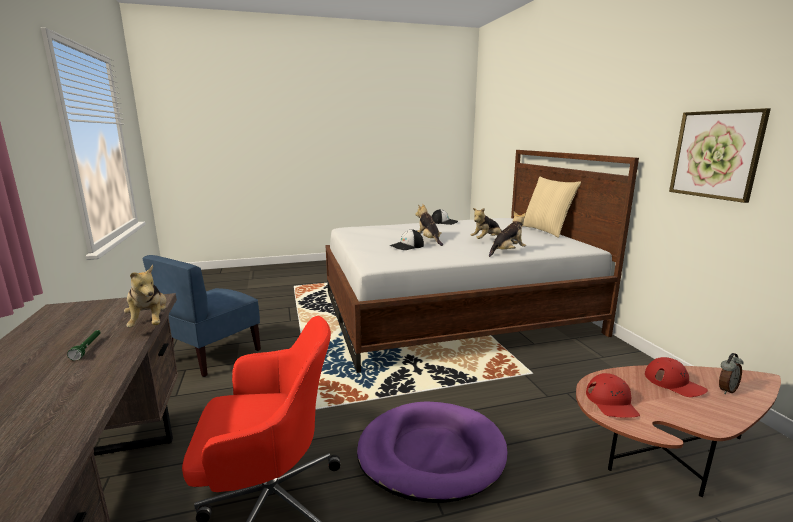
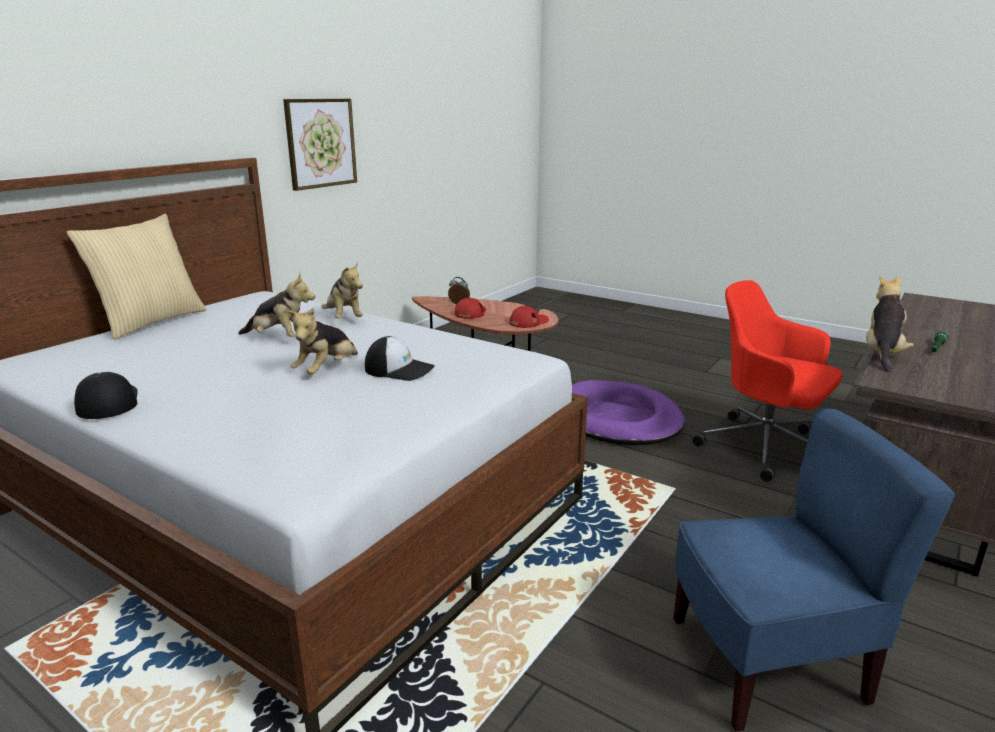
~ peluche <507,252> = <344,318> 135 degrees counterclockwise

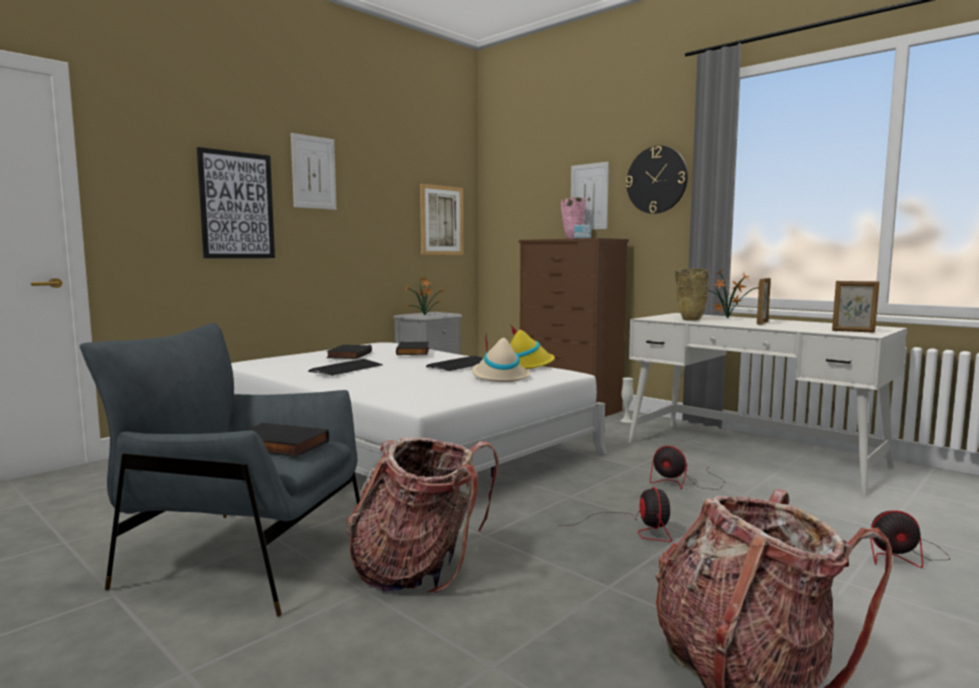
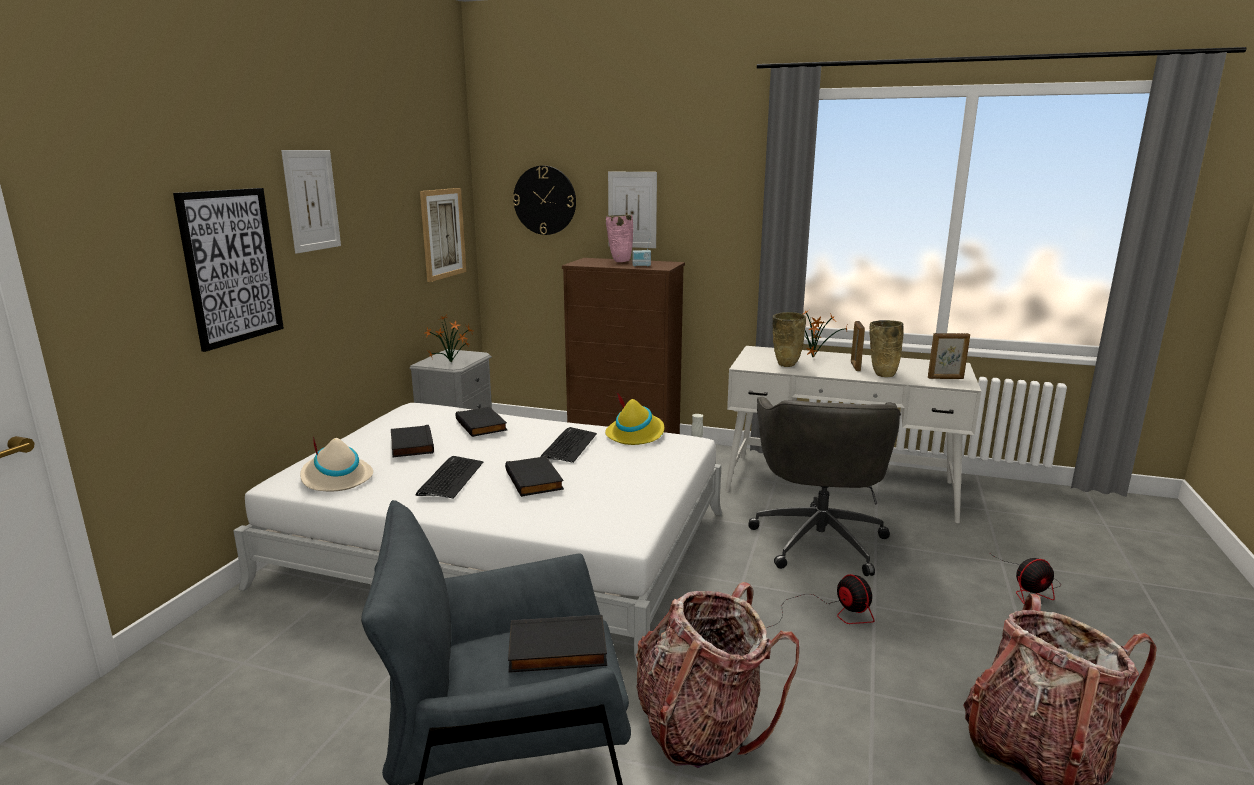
+ libro (negro) <535,480>
+ florero (beis) <882,375>
~ sombrero (beis) <499,377> to <336,478>
~ reloj de pared <656,180> to <545,200>
~ ventilador <684,483> to silla de oficina (gris) <819,539>

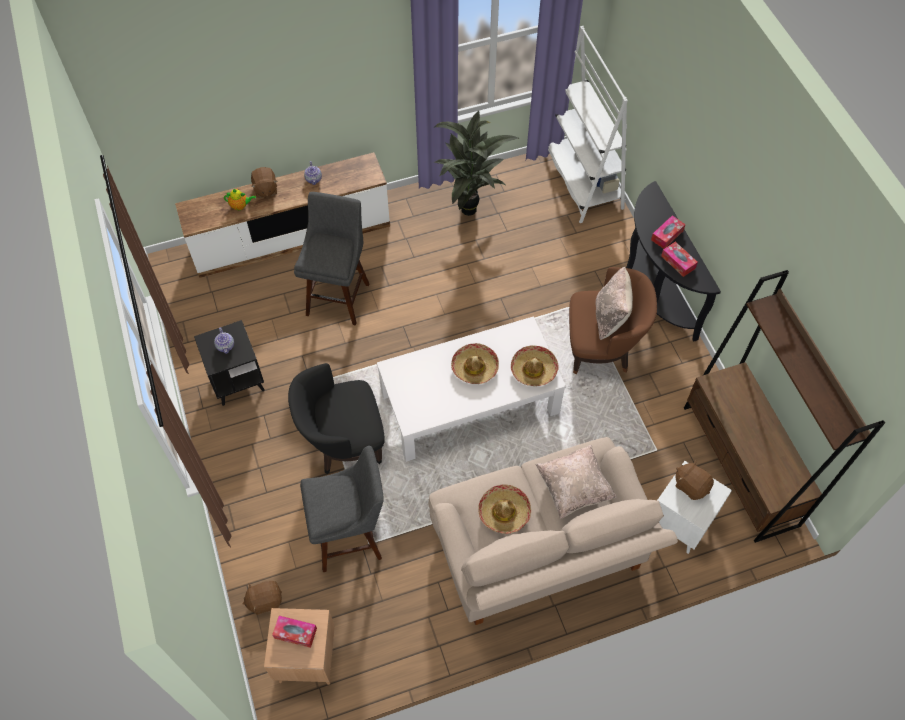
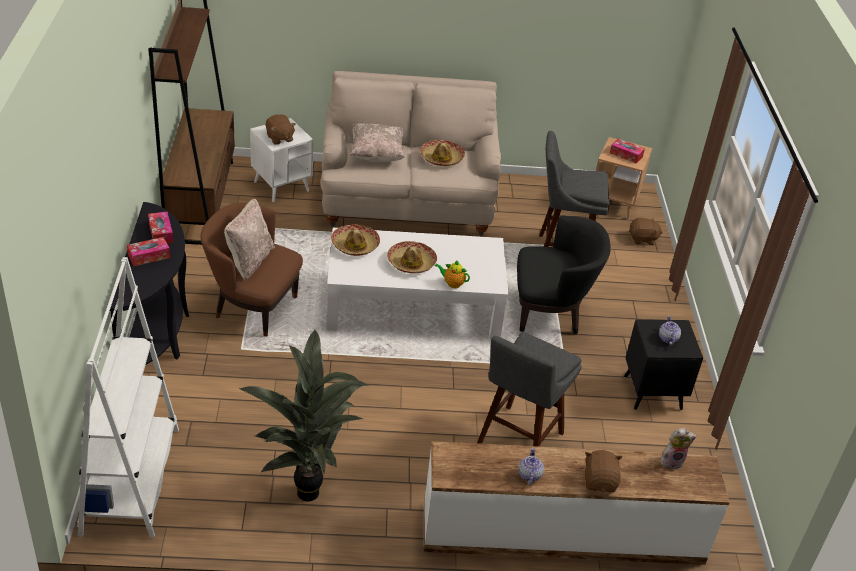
+ peluche <672,461>
~ tetera <240,206> to <452,283>

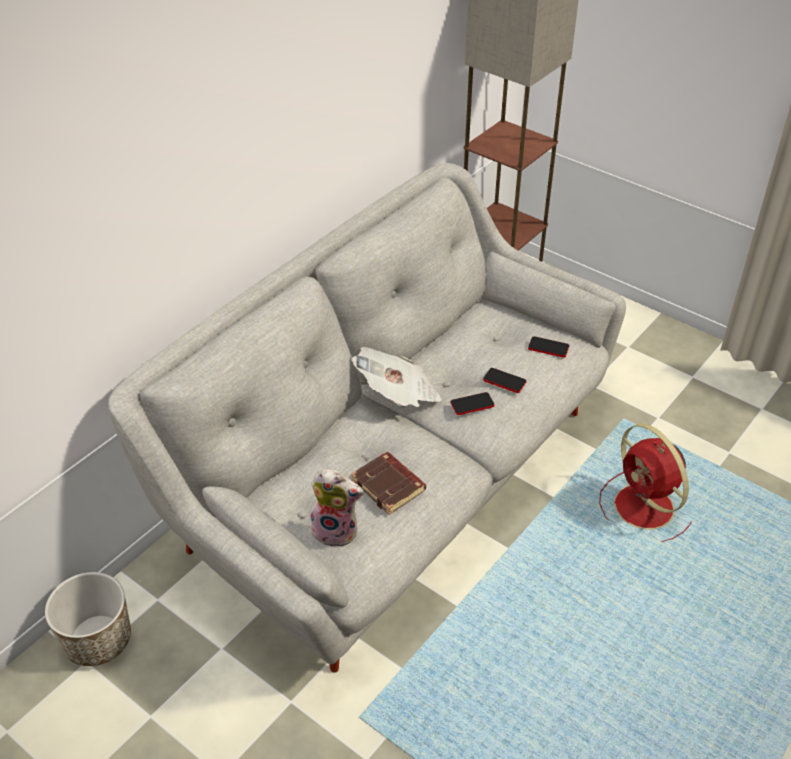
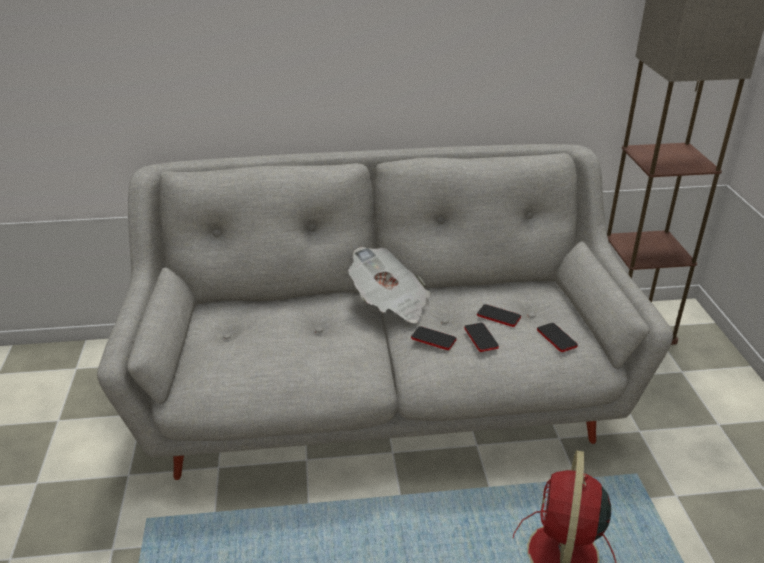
- maceta <98,640>
- peluche <337,531>
- libro (marrón) <389,486>
+ móvil <498,316>

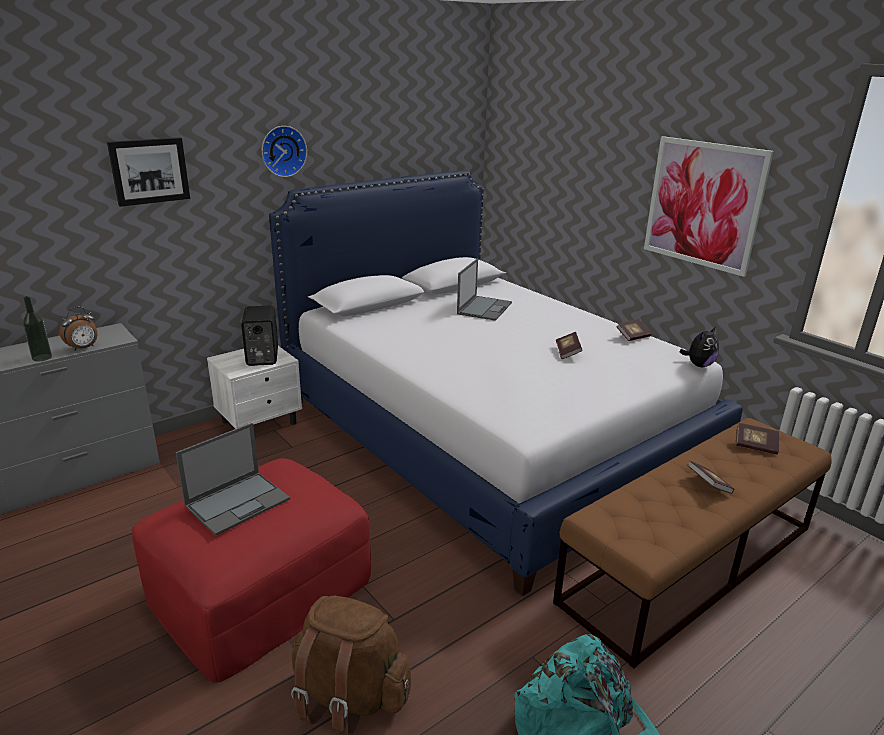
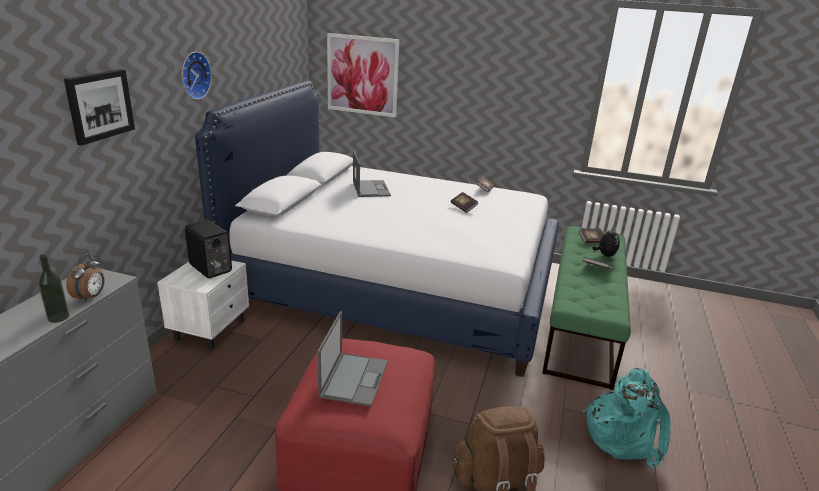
~ cuadro <703,204> to <362,75>
~ peluche <699,365> to <605,255>
~ banco (marrón) <690,563> to banco (verde) <581,323>

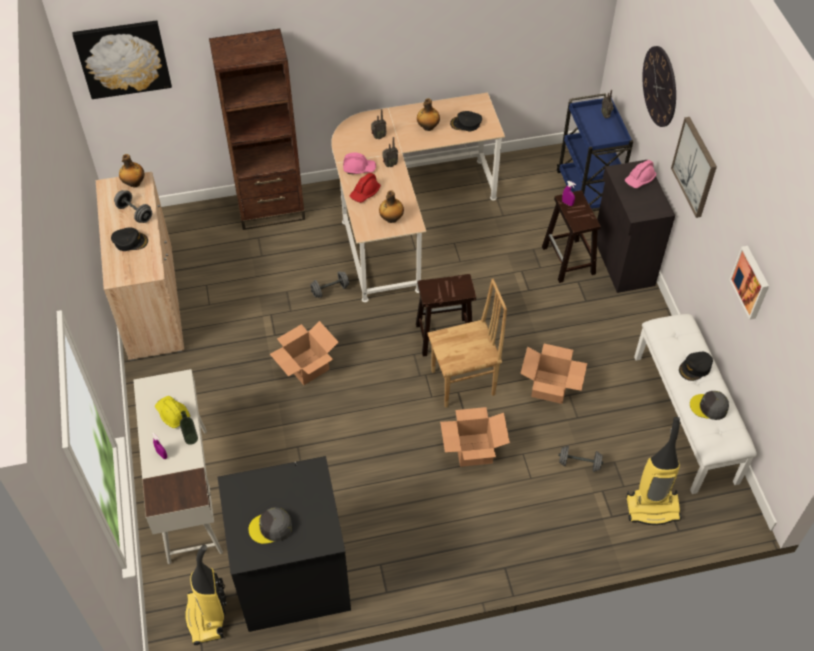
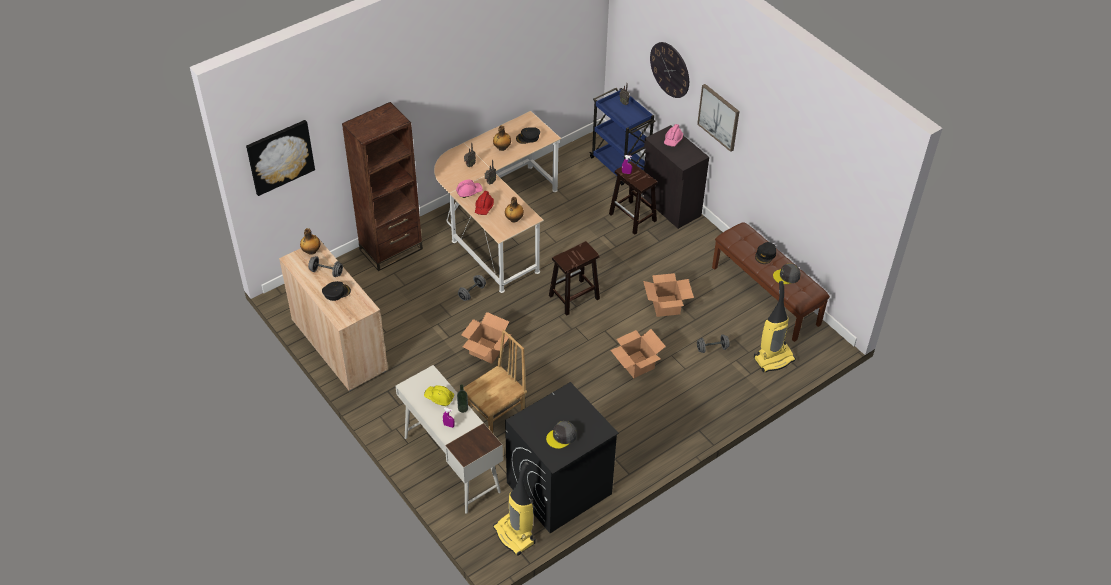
- cuadro <751,282>
~ silla (marrón) <464,384> to <497,421>
~ banco (blanco) <686,418> to banco (marrón) <766,295>

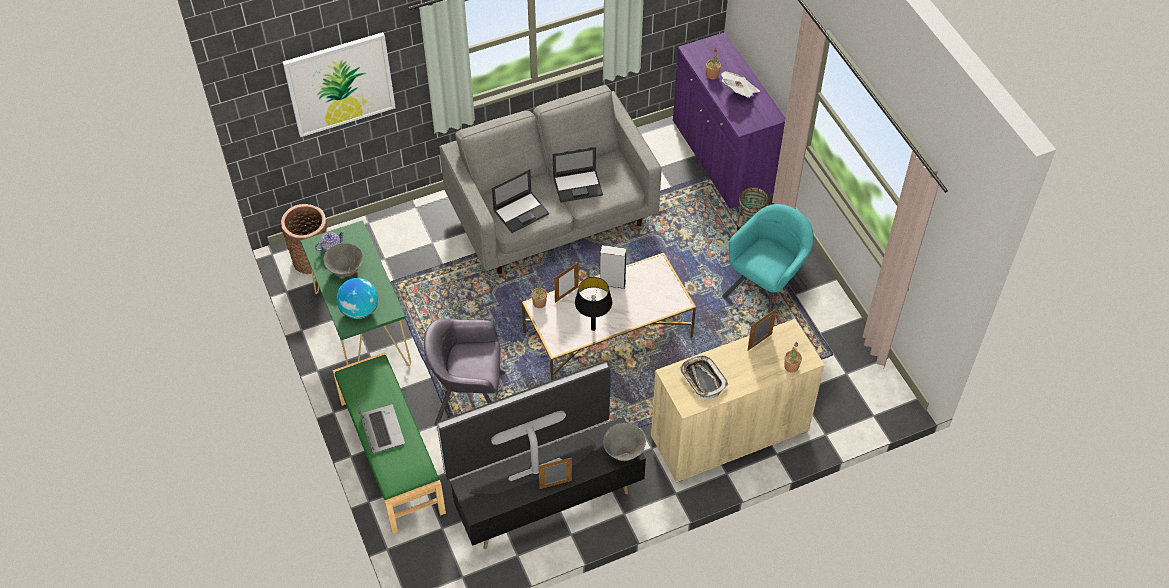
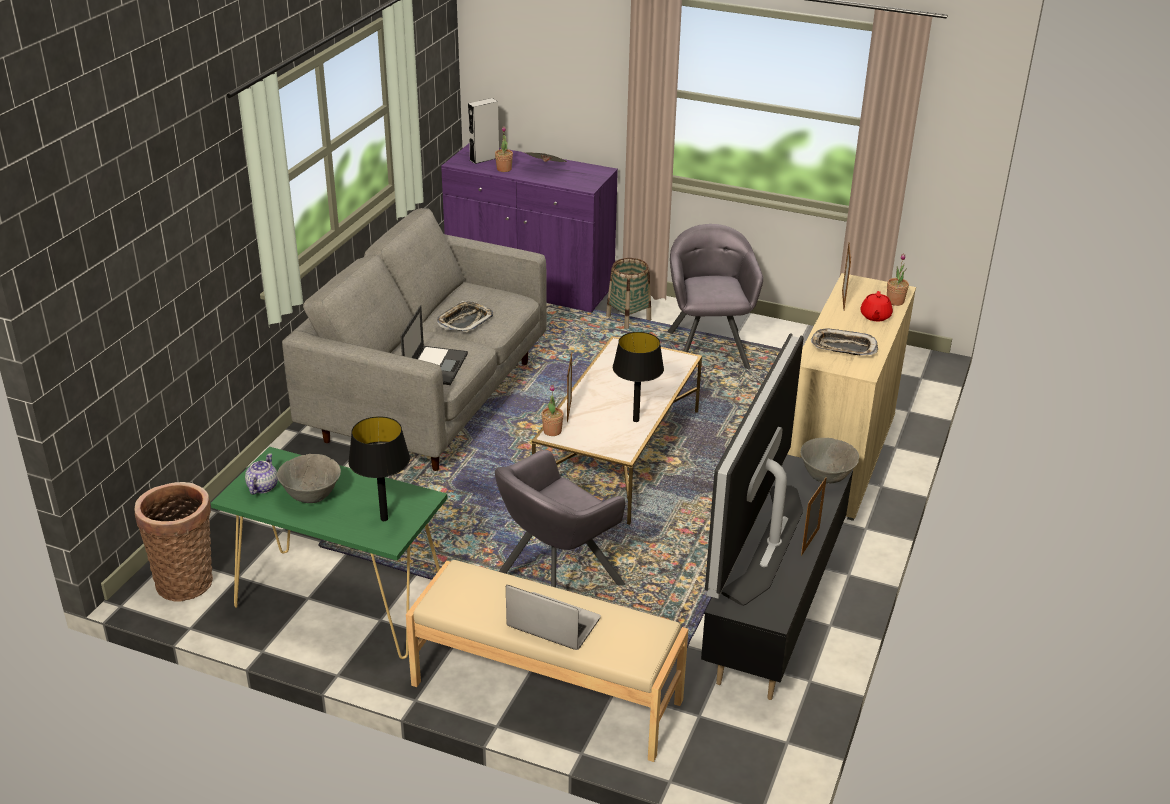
- cuadro <340,84>
+ tetera (rojo) <875,316>
~ altavoz (gris) <612,282> to <484,158>
~ globo terráqueo <360,310> to lámpara de mesa (negro) <384,518>
~ portátil <578,185> to bandeja <465,321>
~ banco (verde) <391,457> to banco (beis) <545,693>
~ sillón (turquesa) <765,292> to sillón (gris) <708,350>

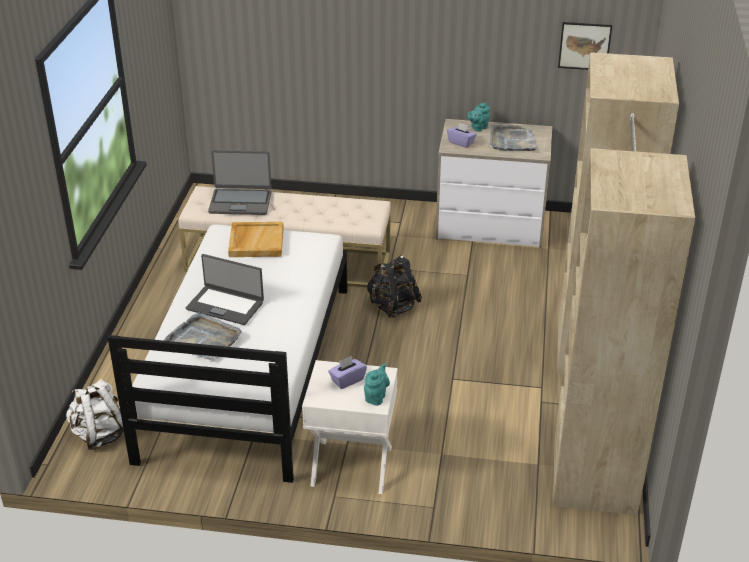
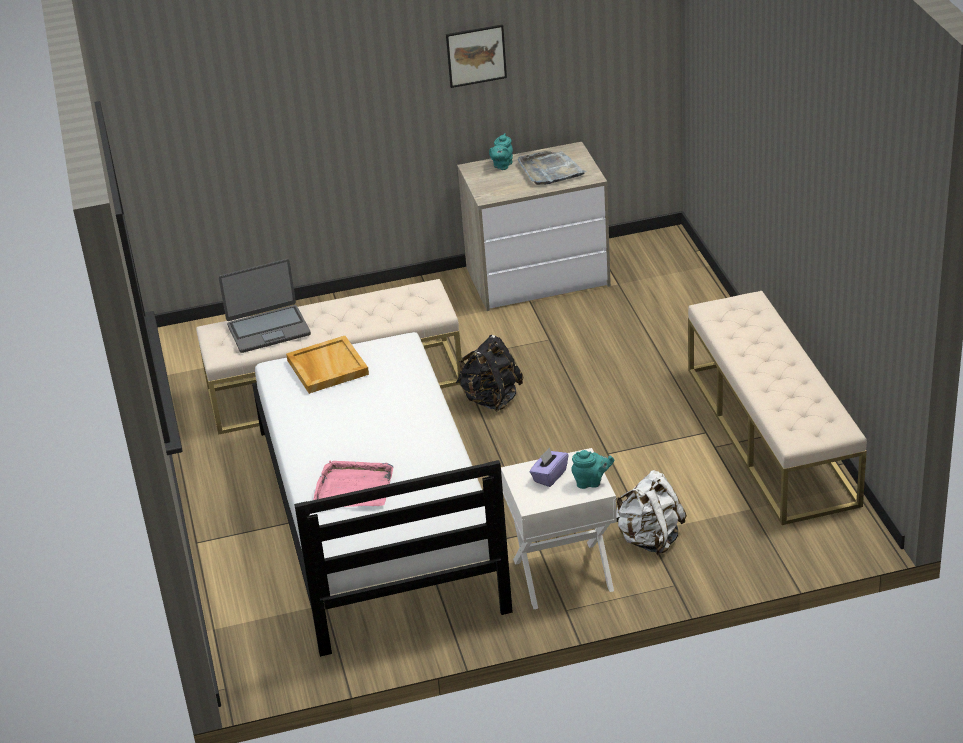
- portátil <225,305>
- caja de pañuelos (morado) <461,142>
~ mochila (blanco) <100,435> to <649,539>
~ cuadro <584,46> to <476,55>
~ armario ropero (beis) <594,408> to banco (beis) <771,435>
~ bandeja (gris) <203,339> to bandeja (rosa) <353,488>
~ tetera (turquesa) <376,396> = <591,482> 90 degrees clockwise

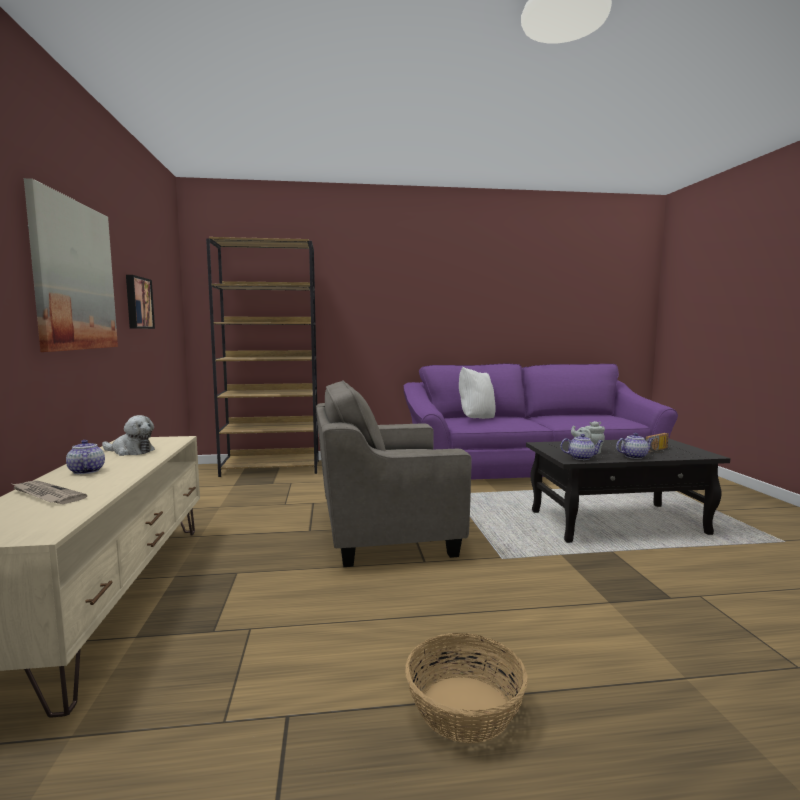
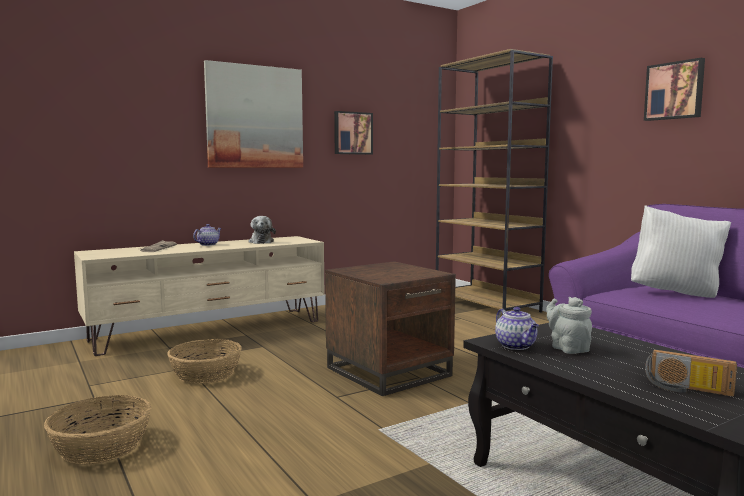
- tetera <634,456>
+ cesta <206,374>
+ cuadro <674,91>
~ sillón (gris) <387,532> to mesa auxiliar (marrón) <389,371>

